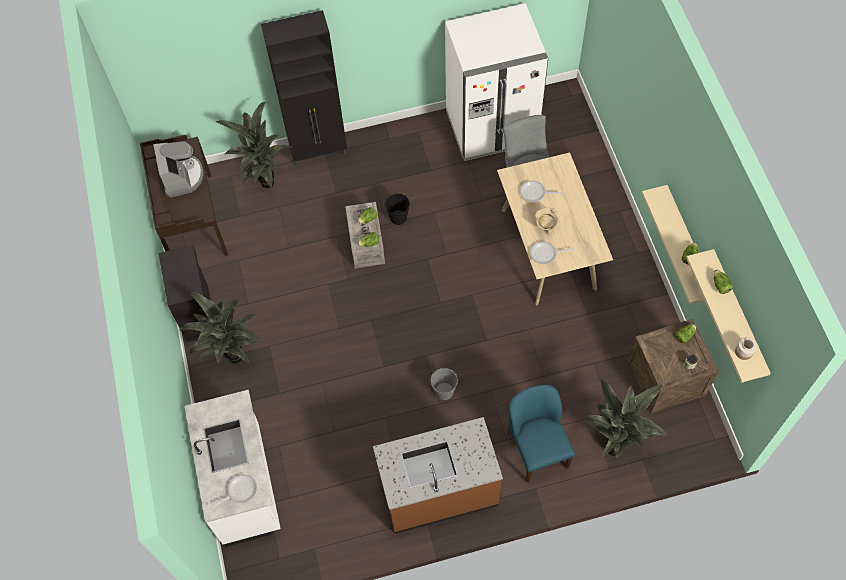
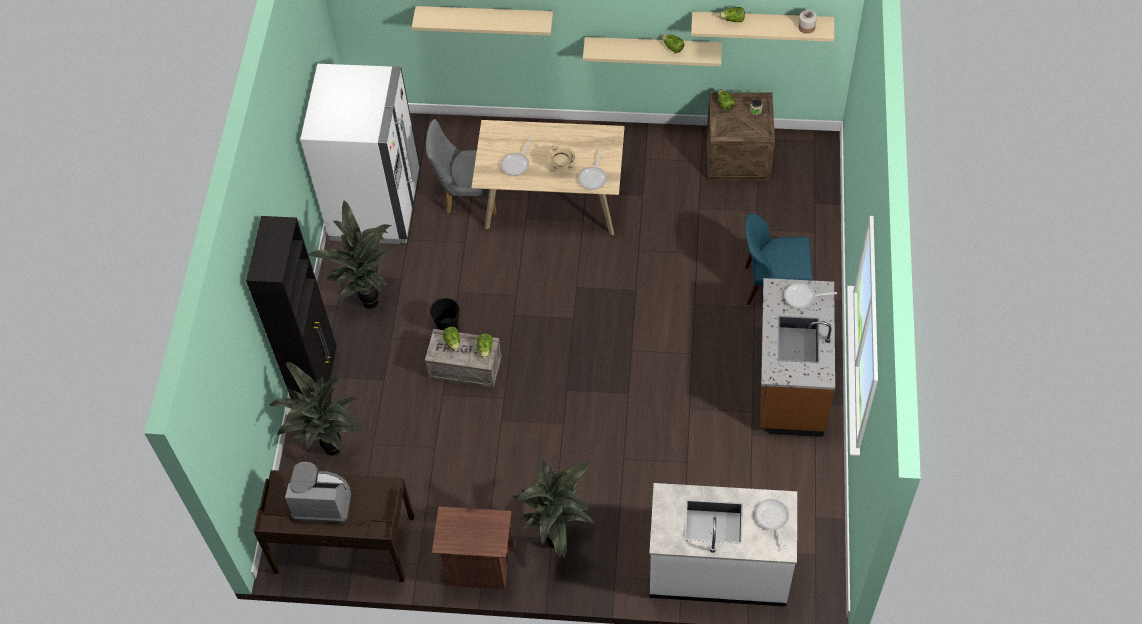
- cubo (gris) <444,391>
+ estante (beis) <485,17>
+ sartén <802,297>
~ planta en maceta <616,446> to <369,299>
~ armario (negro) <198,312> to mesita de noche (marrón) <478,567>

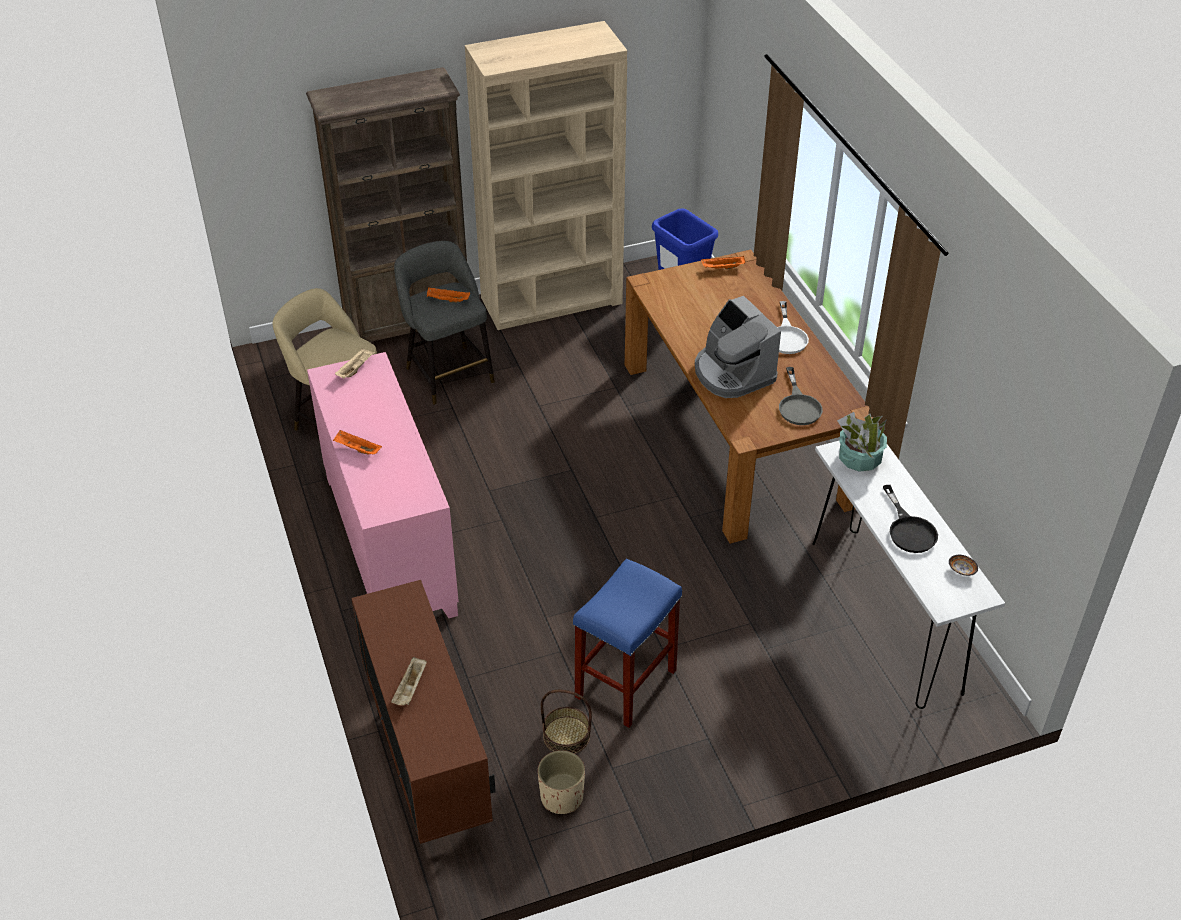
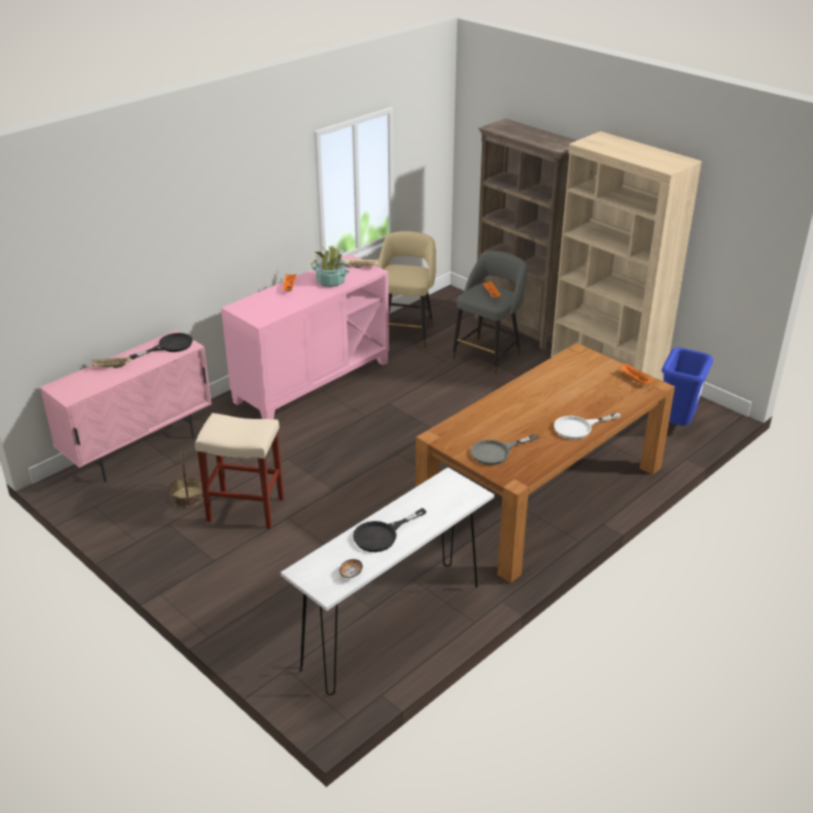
- maceta (beis) <561,797>
- cafetera <732,373>
+ sartén (negro) <169,346>
~ planta en maceta <859,458> to <331,281>
~ armario (marrón) <428,765> to armario (rosa) <139,450>
~ taburete (azul) <625,685> to taburete (beis) <244,509>

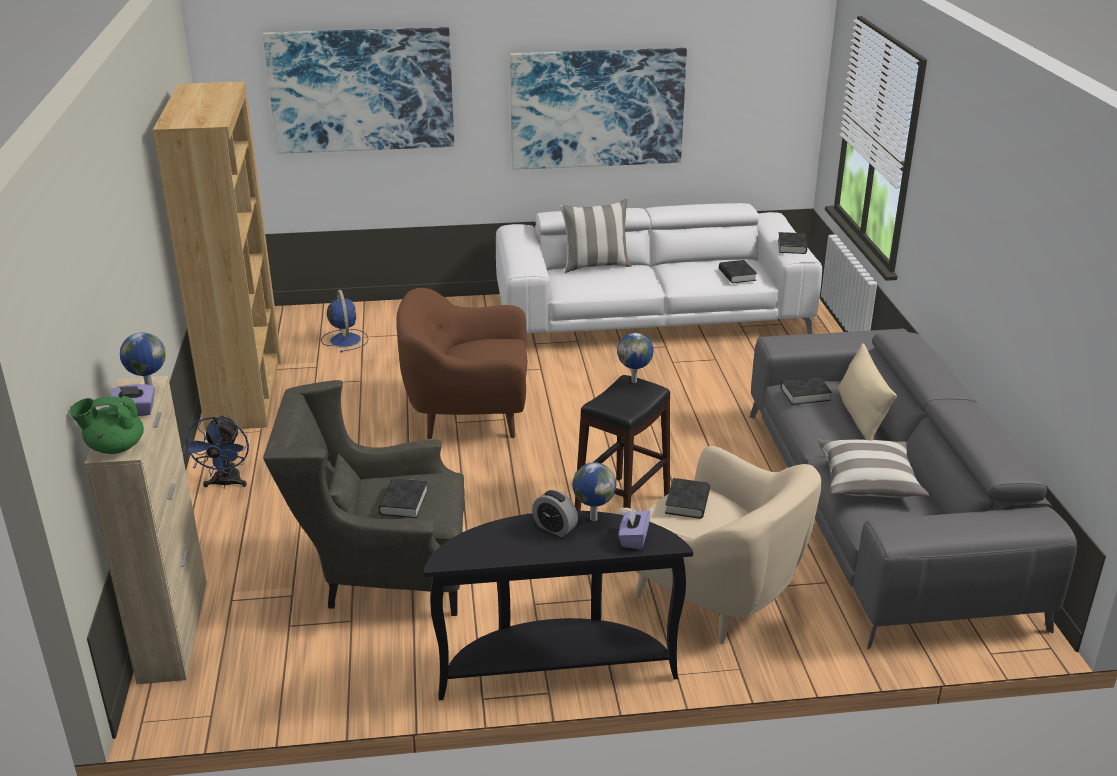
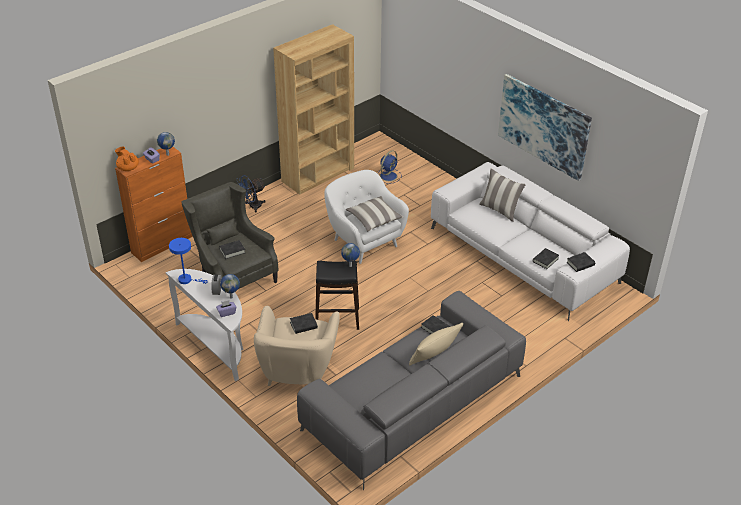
- cuadro <361,90>
+ lámpara de mesa (azul) <187,280>
~ cojín <868,482> to <374,219>
~ tetera (verde) <115,447> to tetera (naranja) <128,168>
~ armario (beis) <174,629> to armario (naranja) <162,244>
~ sillón (marrón) <468,415> to sillón (blanco) <364,242>
~ mesa consola (negro) <555,667> to mesa consola (blanco) <216,345>

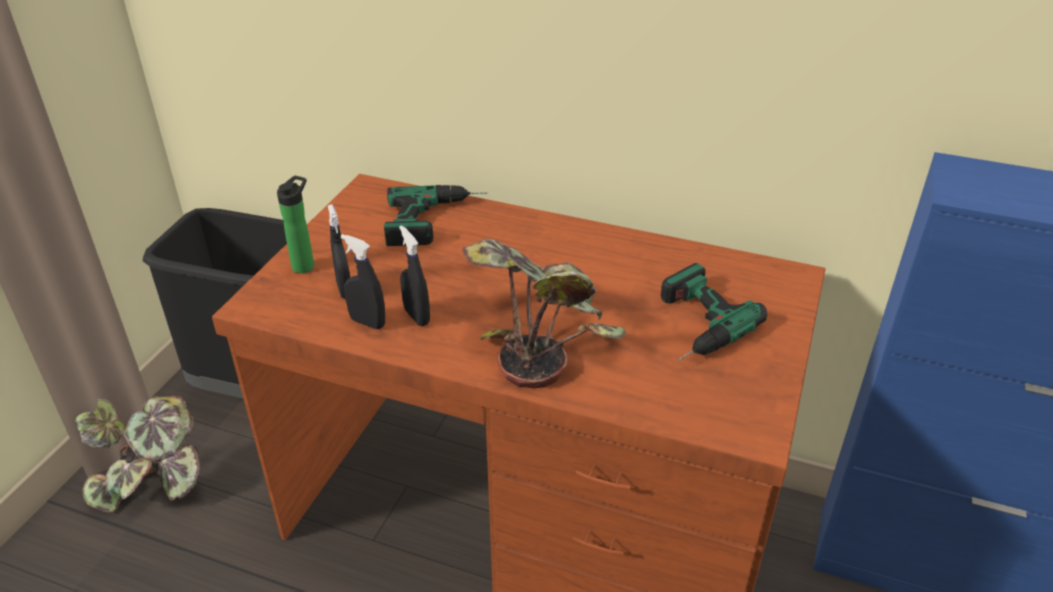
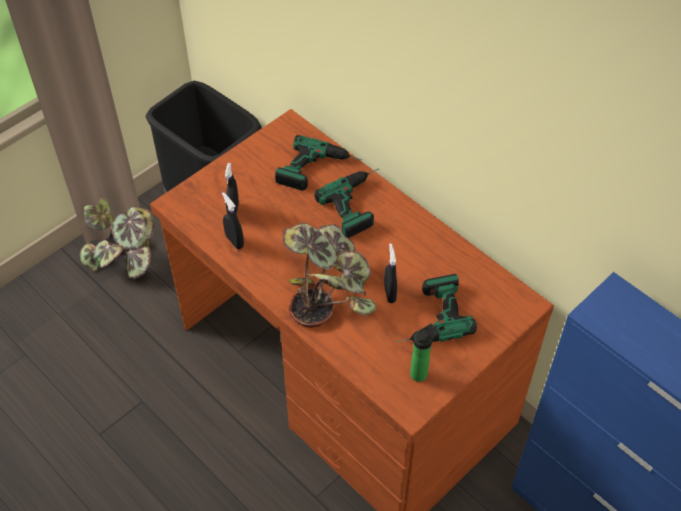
+ taladro <360,203>
~ botella <305,265> to <420,372>
~ pulverizador (negro) <417,316> to <389,293>

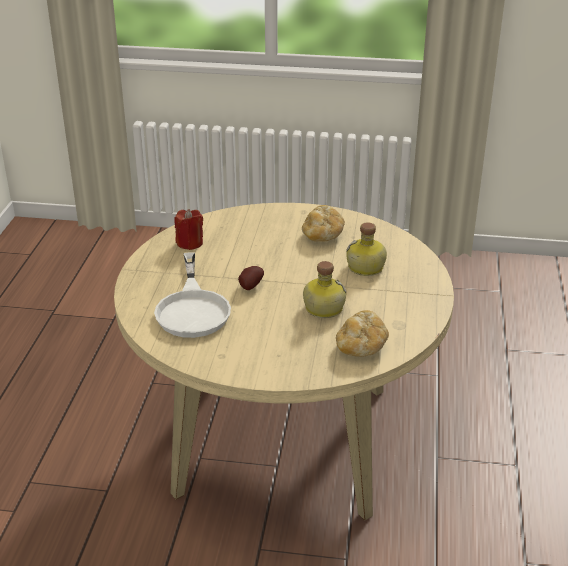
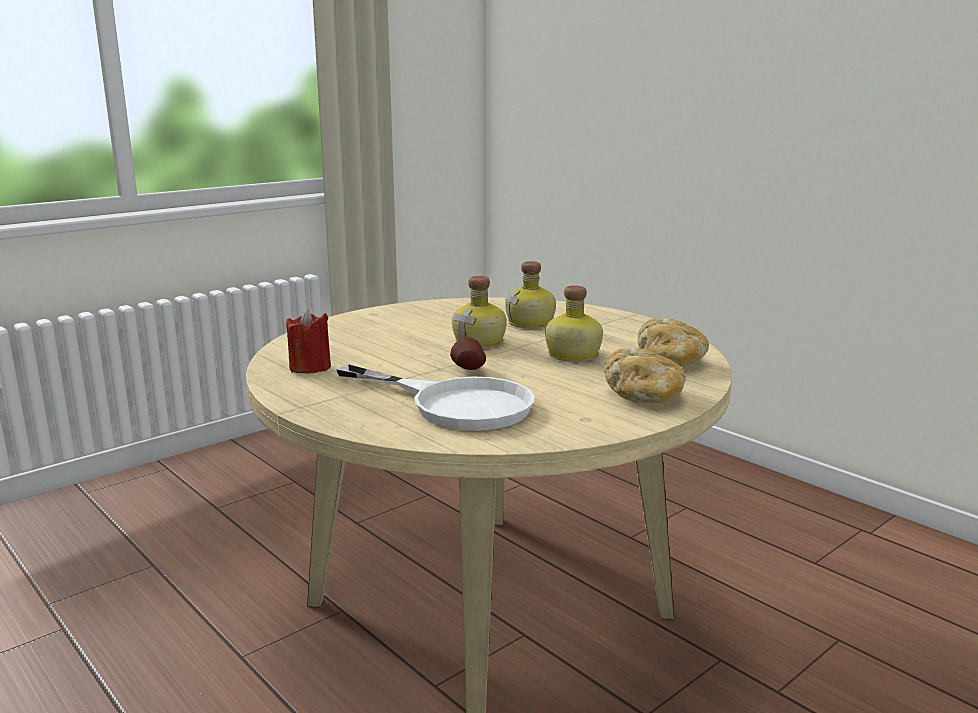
+ botella <481,342>
~ pan <322,235> to <644,397>

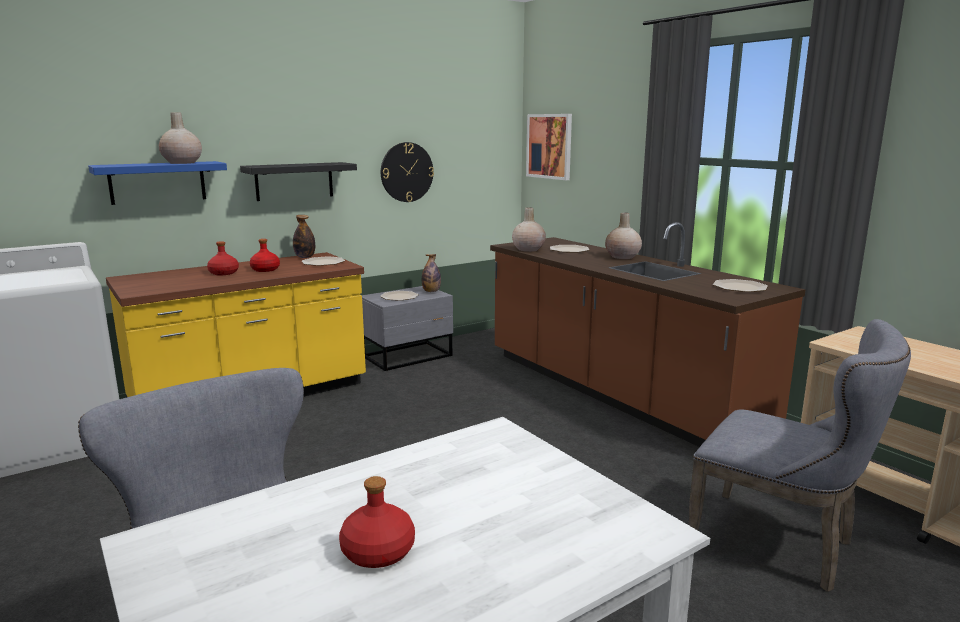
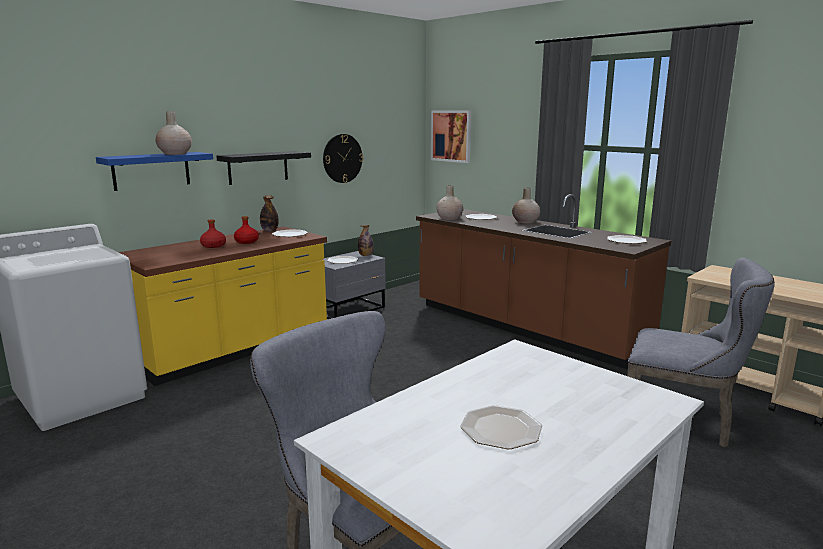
~ botella (rojo) <378,552> to plato <501,429>

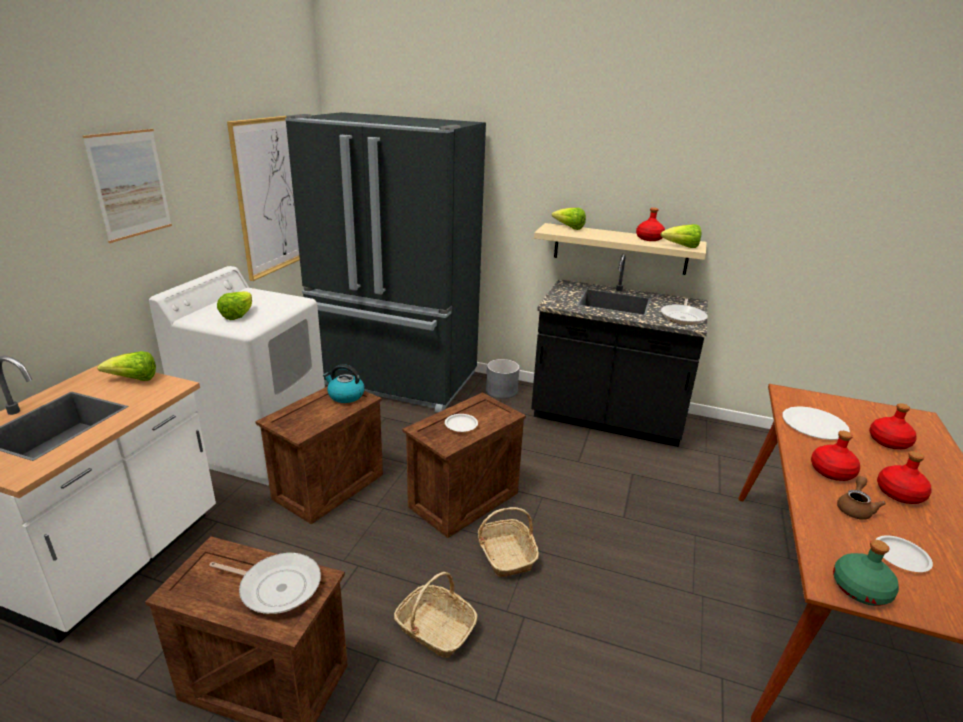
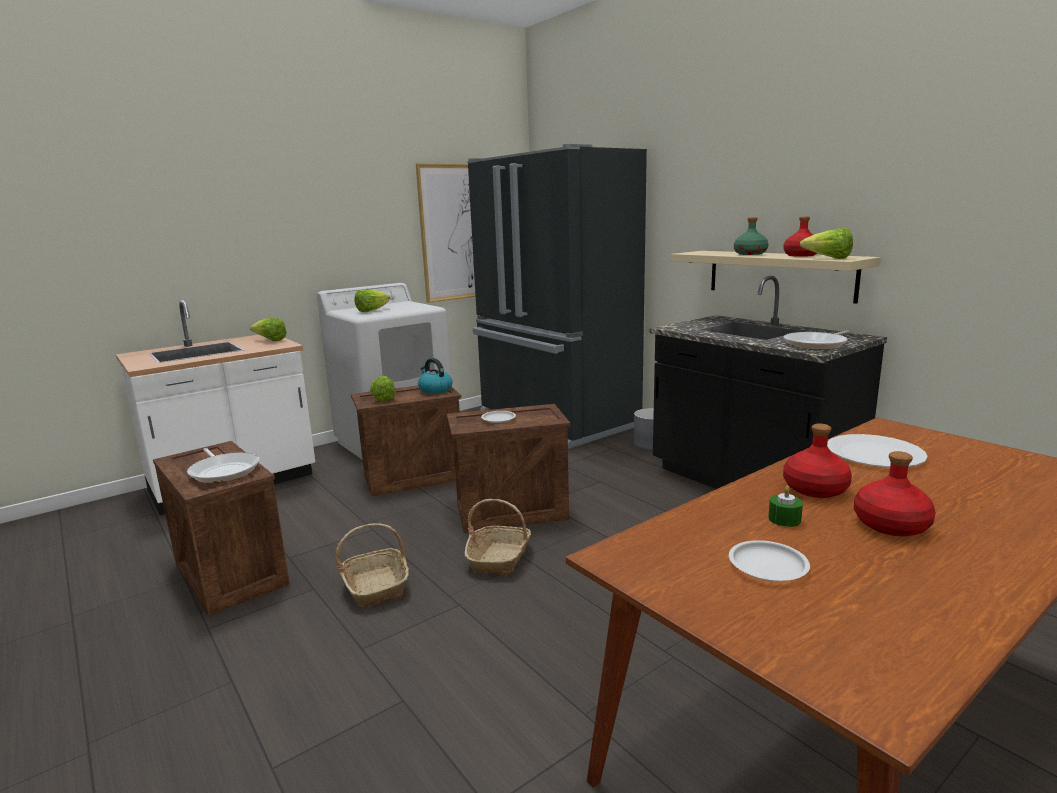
- cuadro <130,184>
- botella (rojo) <888,441>
~ lechuga <569,228> to <383,398>
~ botella (verde) <861,590> to <750,254>
~ tetera (marrón) <855,508> to vela (verde) <784,519>

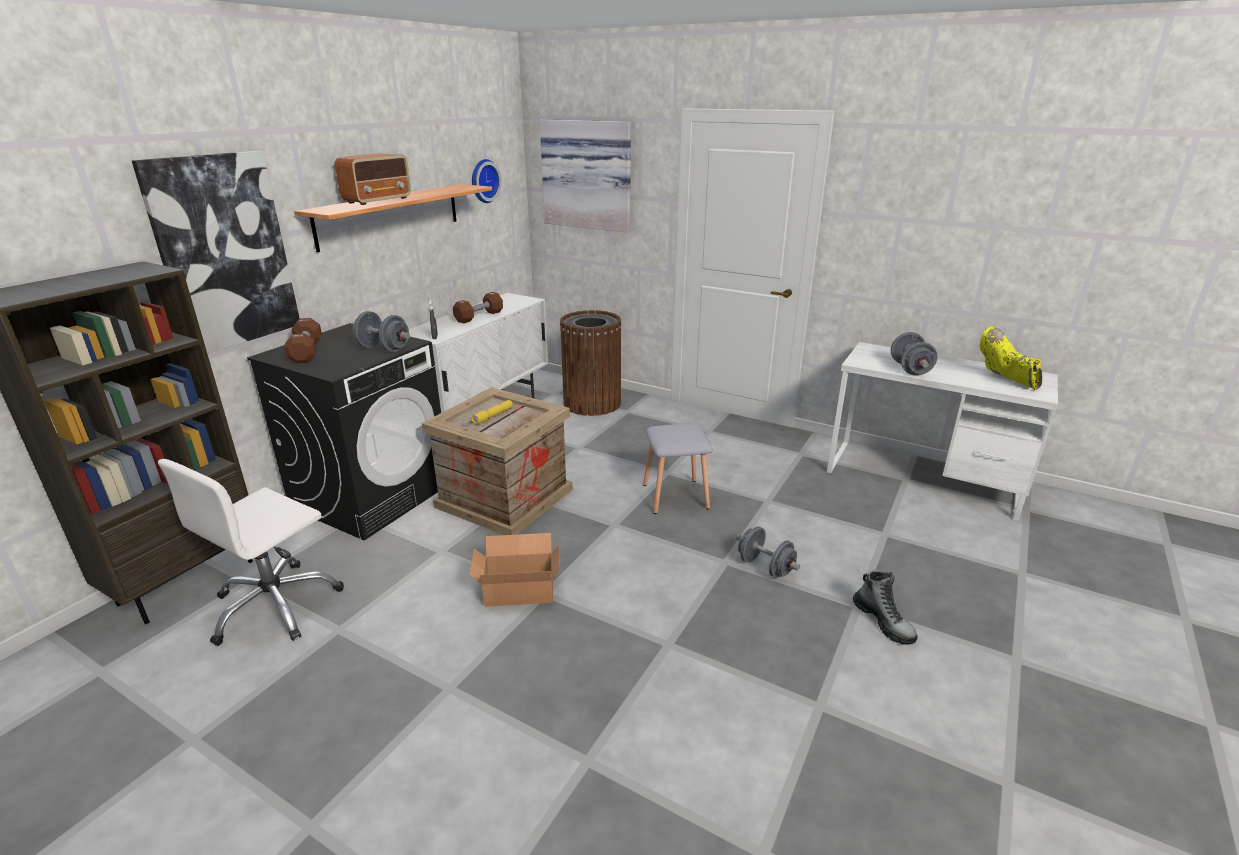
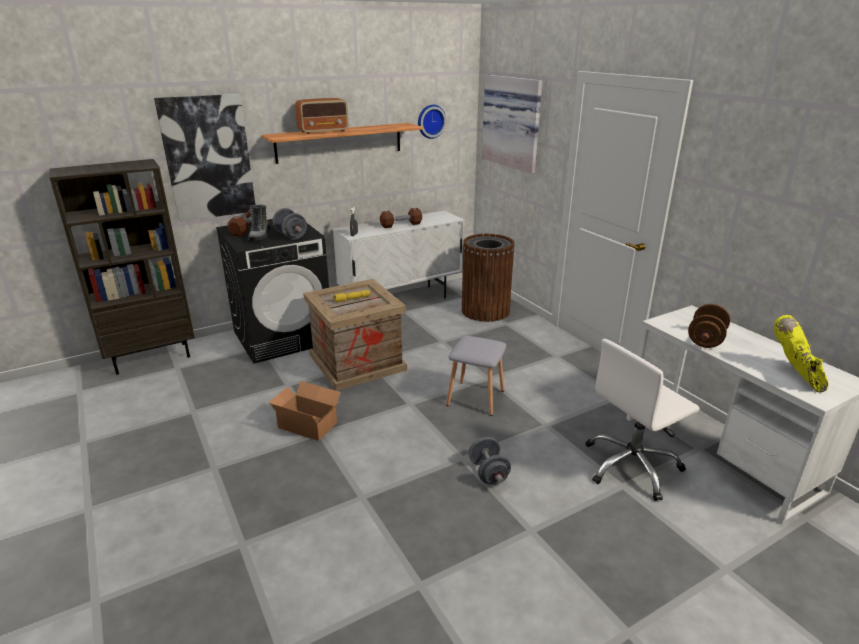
~ silla de oficina (blanco) <275,605> to <631,466>
~ bota <883,622> to <260,236>
~ mancuerna (gris) <910,369> to mancuerna (marrón) <705,340>

